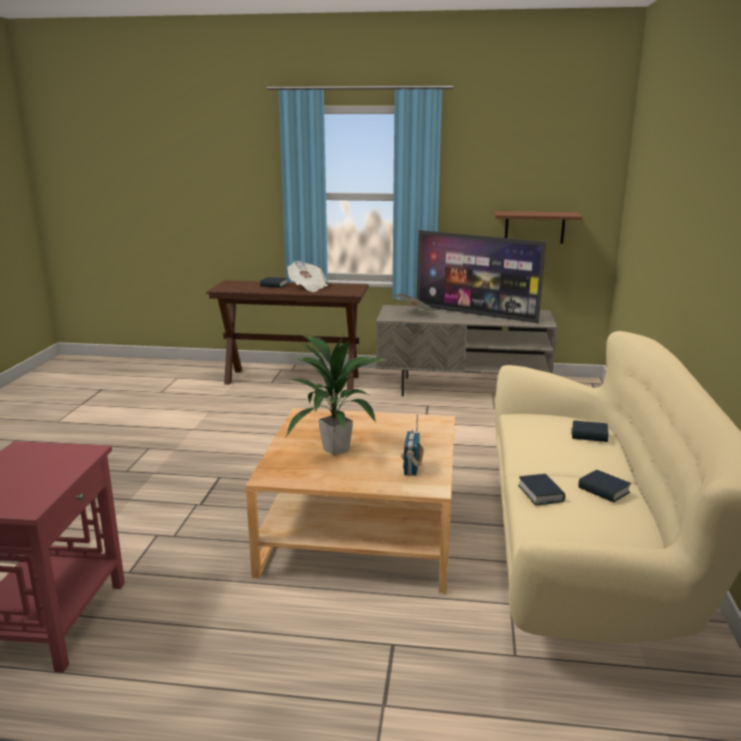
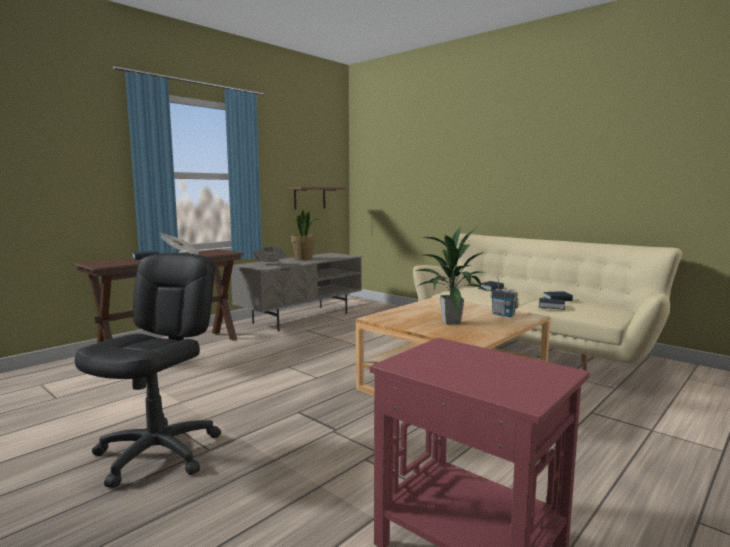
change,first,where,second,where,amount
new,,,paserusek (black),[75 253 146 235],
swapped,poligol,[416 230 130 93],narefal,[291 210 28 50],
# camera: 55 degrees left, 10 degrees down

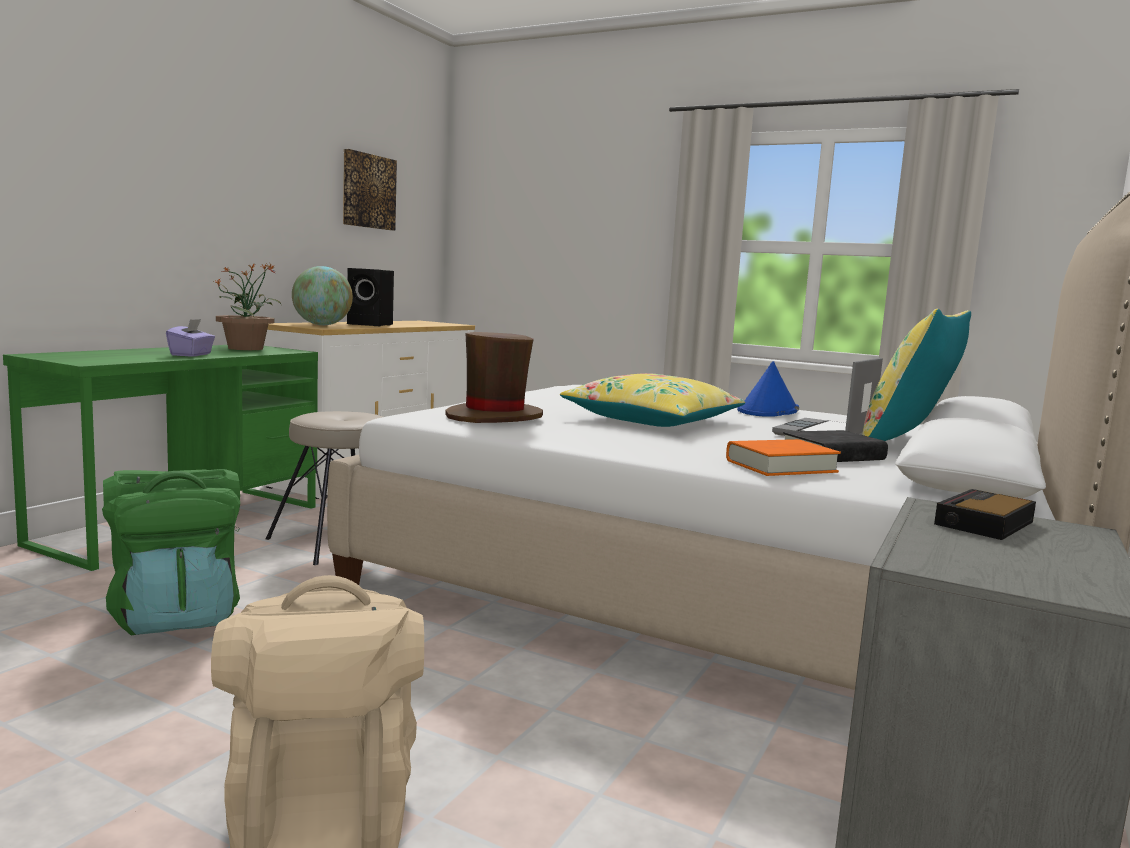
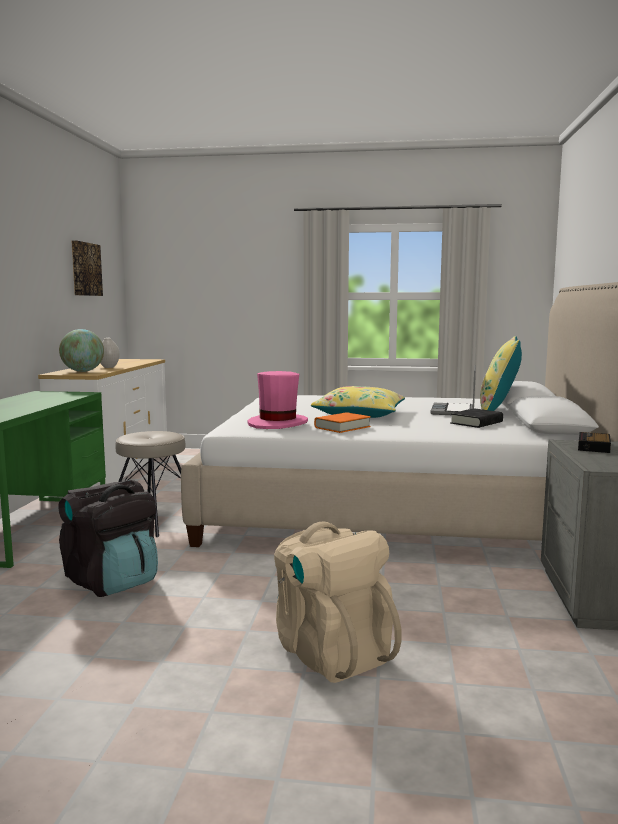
change,first,where,second,where,amount
gone,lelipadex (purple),[166 319 49 38],,,
gone,narefal,[214 262 67 88],,,
gone,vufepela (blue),[737 361 62 56],,,
shifted,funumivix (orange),[726 439 115 37],,[314 412 57 21],
swapped,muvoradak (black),[347 268 47 58],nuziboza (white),[101 338 19 30],
repainted,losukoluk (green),[102 469 138 166],losukoluk (black),[58 480 100 117],
repainted,vufepela (brown),[445 332 98 91],vufepela (pink),[247 371 61 58],
# camera: 20 degrees left, 0 degrees up

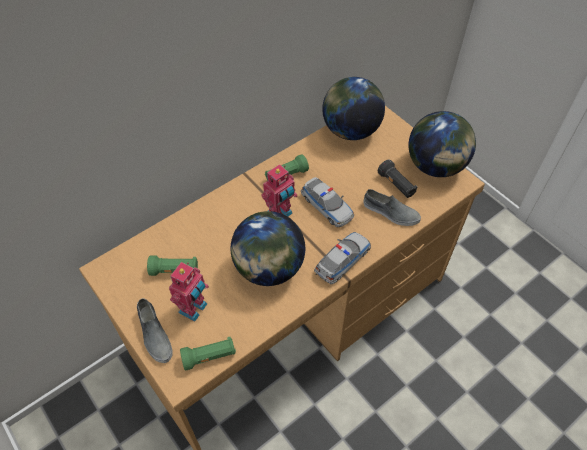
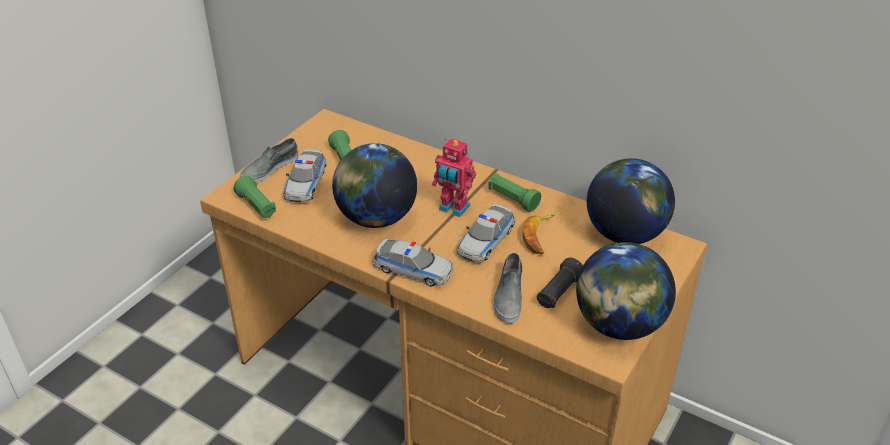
change,first,where,second,where,amount
new,,,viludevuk,[522 214 33 41],
swapped,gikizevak,[169 262 40 59],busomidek,[283 150 44 52],
# camera: 70 degrees right, 15 degrees down

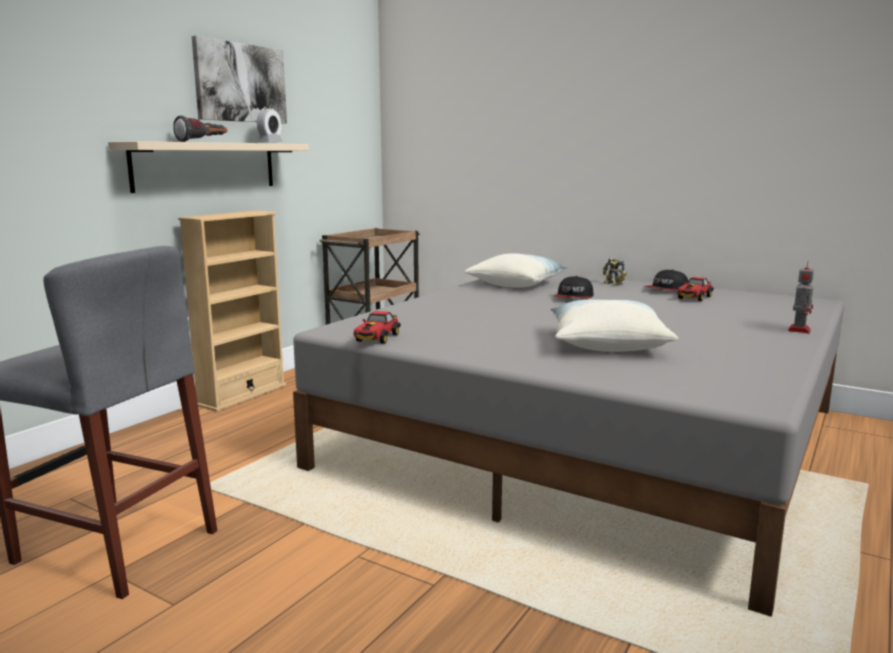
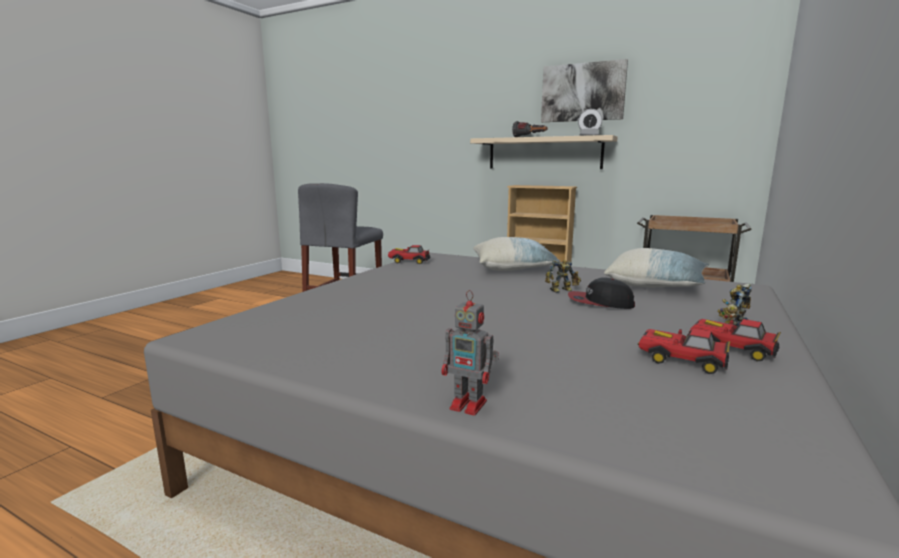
change,first,where,second,where,amount
new,,,gikizevak,[545 260 36 33],
shifted,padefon,[550 299 128 53],,[473 237 87 34],
swapped,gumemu,[644 269 44 22],busomidek,[689 319 92 42],
# camera: 85 degrees right, 0 degrees up

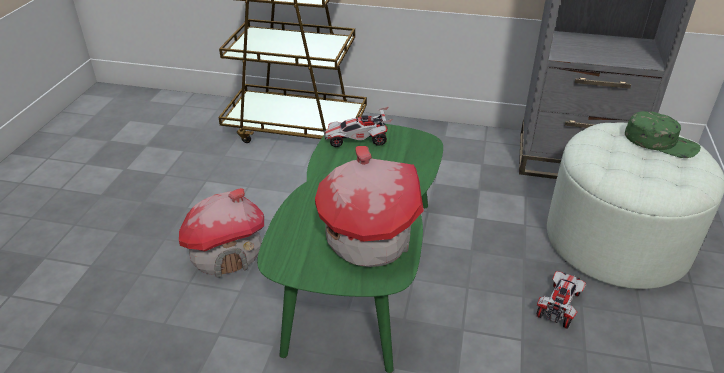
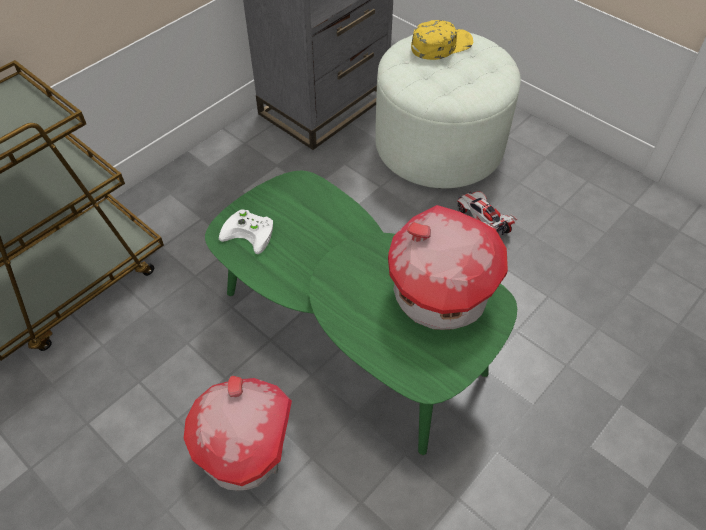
change,first,where,second,where,amount
swapped,busomidek,[324 107 68 40],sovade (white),[219 209 54 45],
repainted,gumemu (green),[625 111 76 47],gumemu (yellow),[411 20 62 40],
# camera: 60 degrees left, 15 degrees up

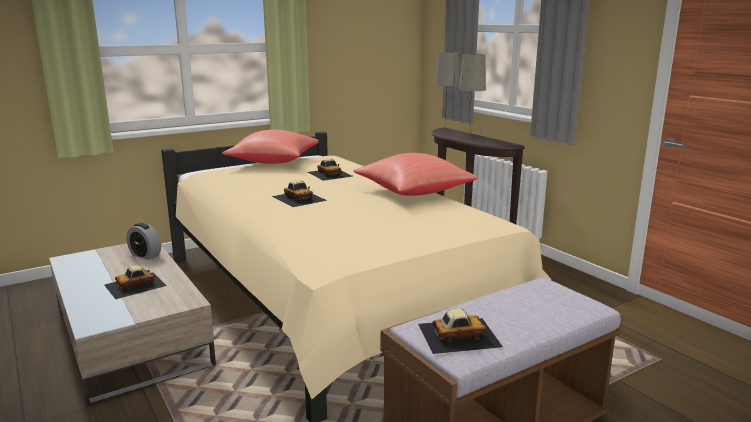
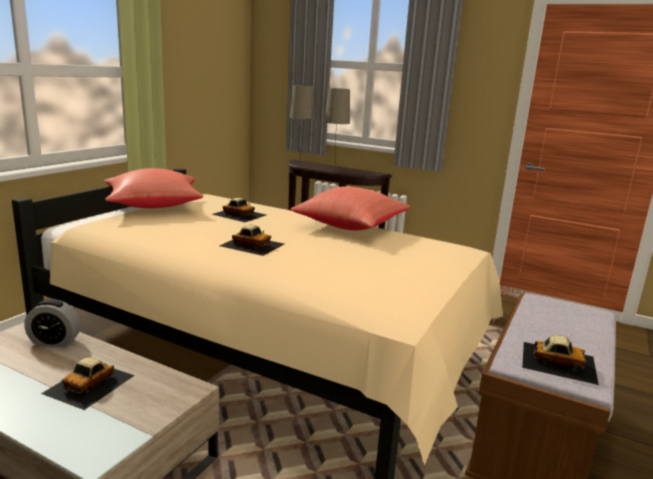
change,first,where,second,where,amount
rotated,busomidek,[418 308 85 46],,[522 335 77 50],60 degrees clockwise
# camera: 30 degrees left, 0 degrees up

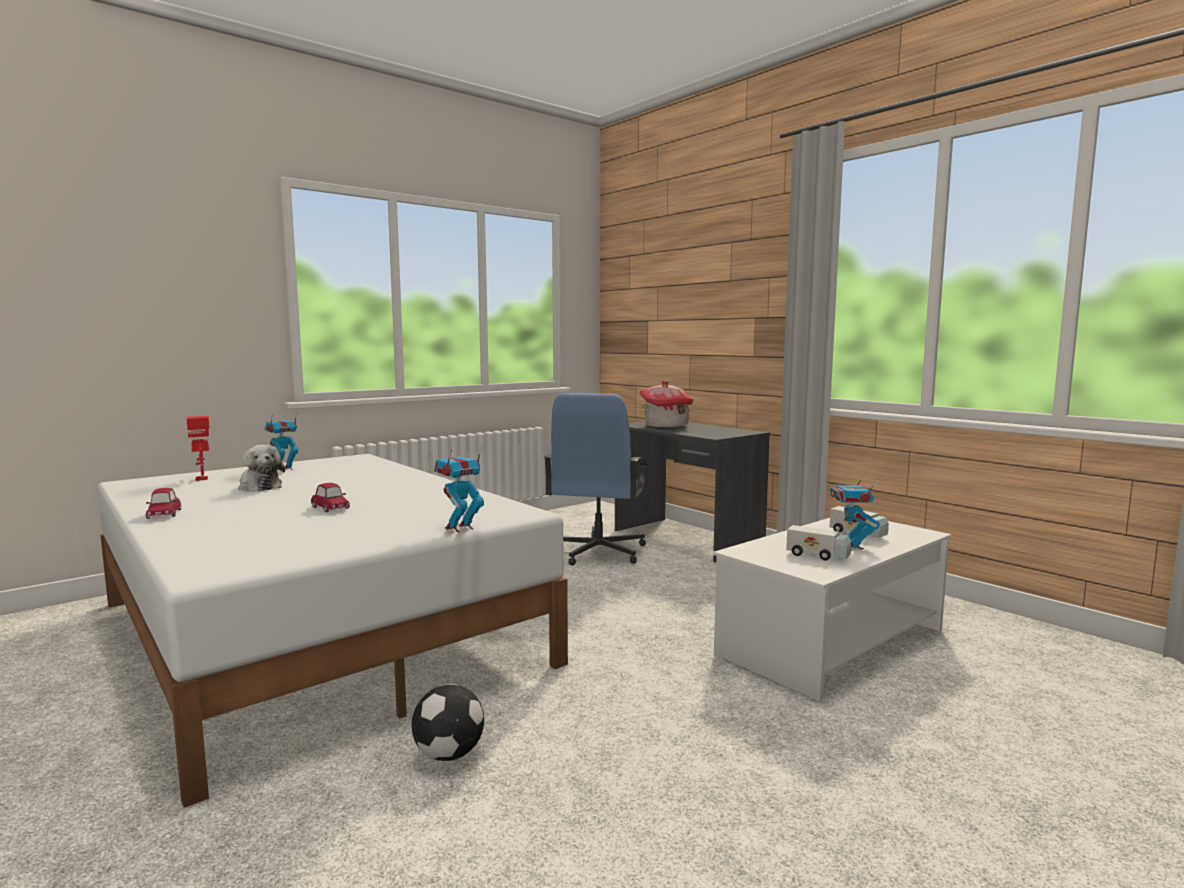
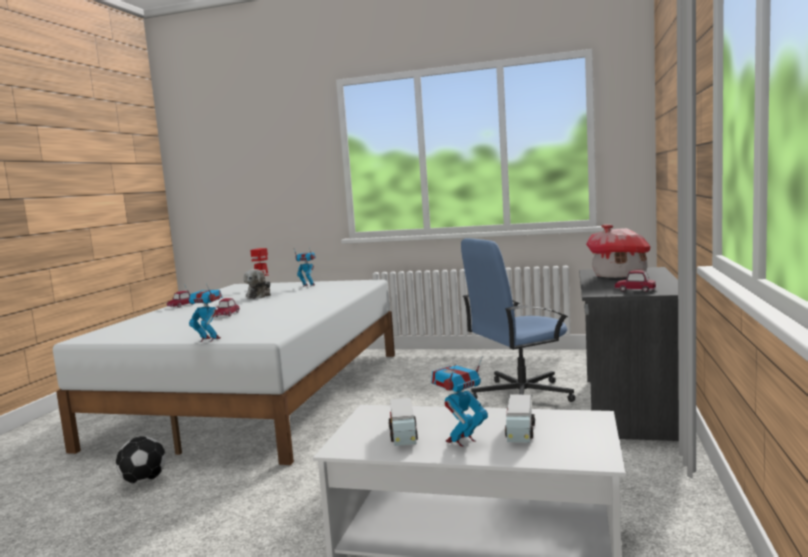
change,first,where,second,where,amount
new,,,busomidek,[614 270 43 22],
# camera: 55 degrees right, 0 degrees up

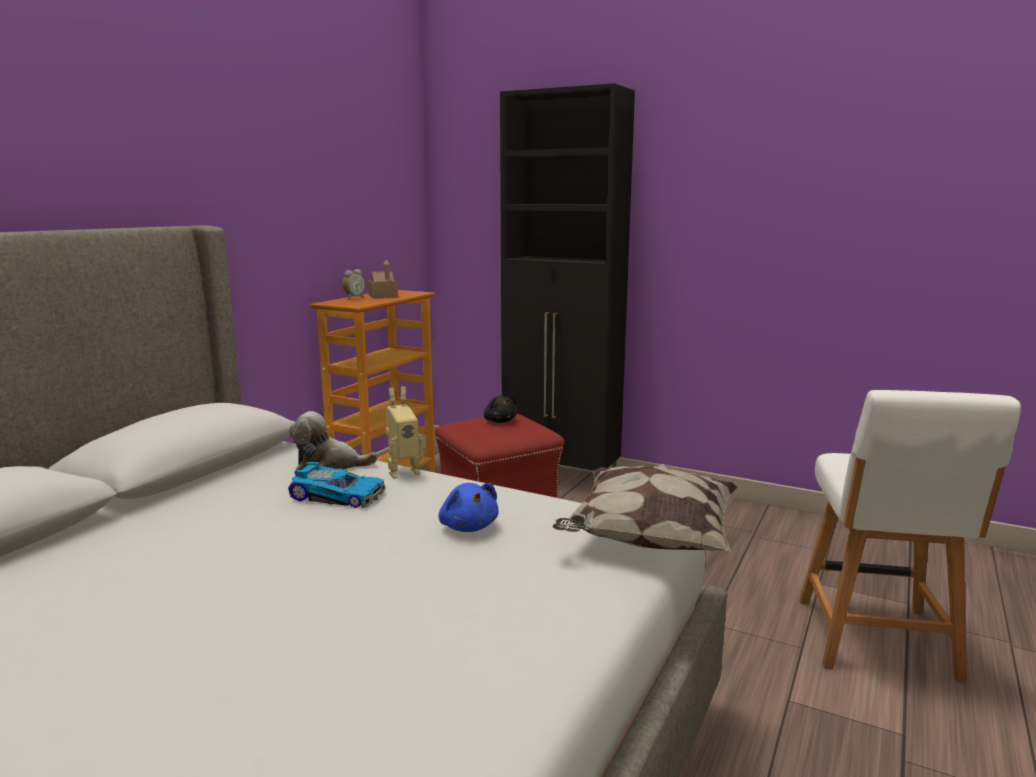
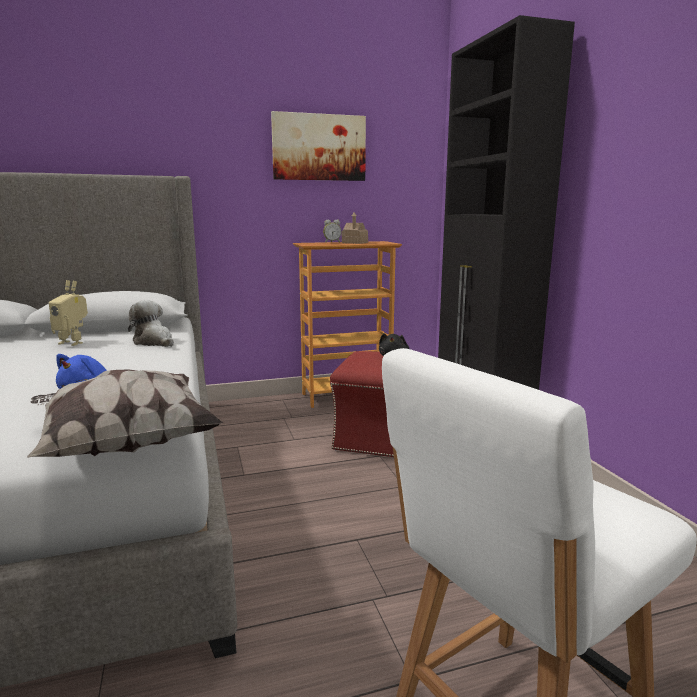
change,first,where,second,where,amount
gone,busomidek,[288 462 97 46],,,
new,,,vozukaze,[271 111 95 70],
shifted,gikizevak,[385 386 38 93],,[49 280 39 66],
# camera: 45 degrees right, 0 degrees up

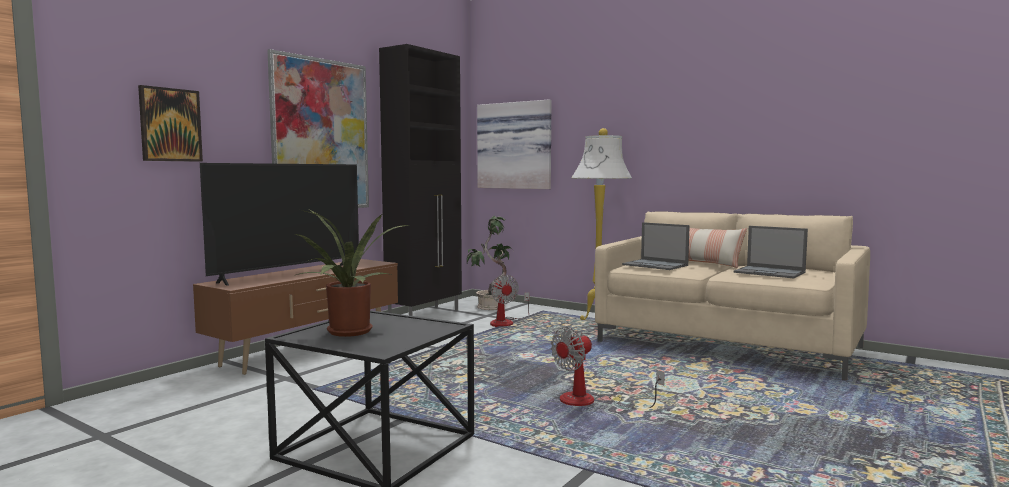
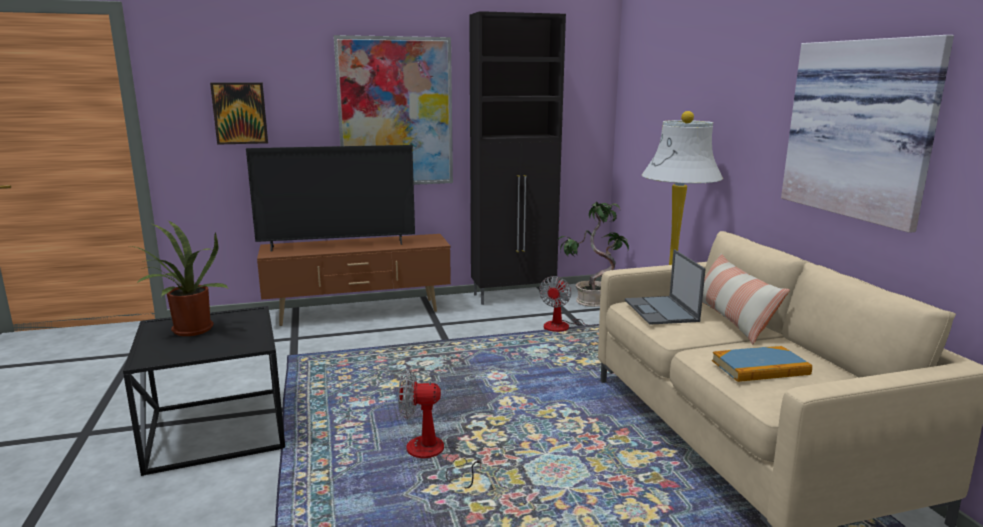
change,first,where,second,where,amount
shifted,vozukaze,[477 100 74 89],,[781 35 173 198],
swapped,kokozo,[734 226 74 52],funumivix,[712 346 100 36],
# camera: 40 degrees right, 10 degrees up

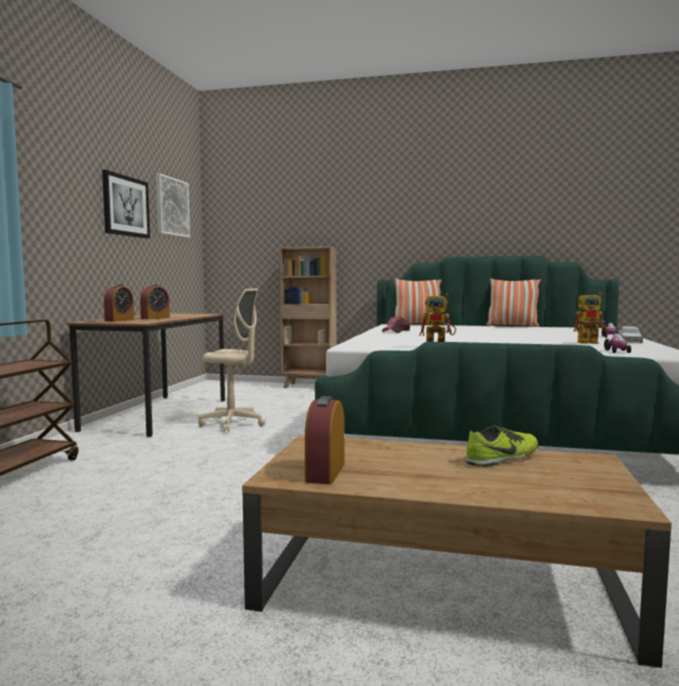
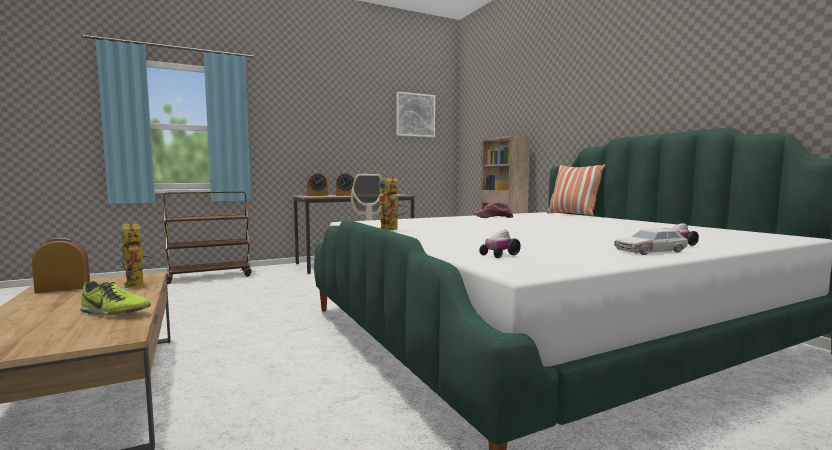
change,first,where,second,where,amount
gone,vozukaze,[102 170 48 69],,,
gone,padefon,[486 278 55 49],,,
shifted,gikizevak,[573 292 34 52],,[118 222 37 66],
# camera: 50 degrees right, 0 degrees up

